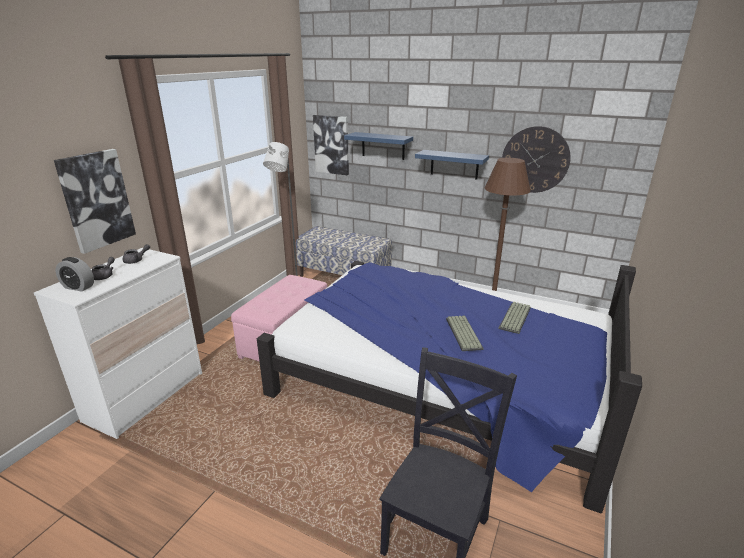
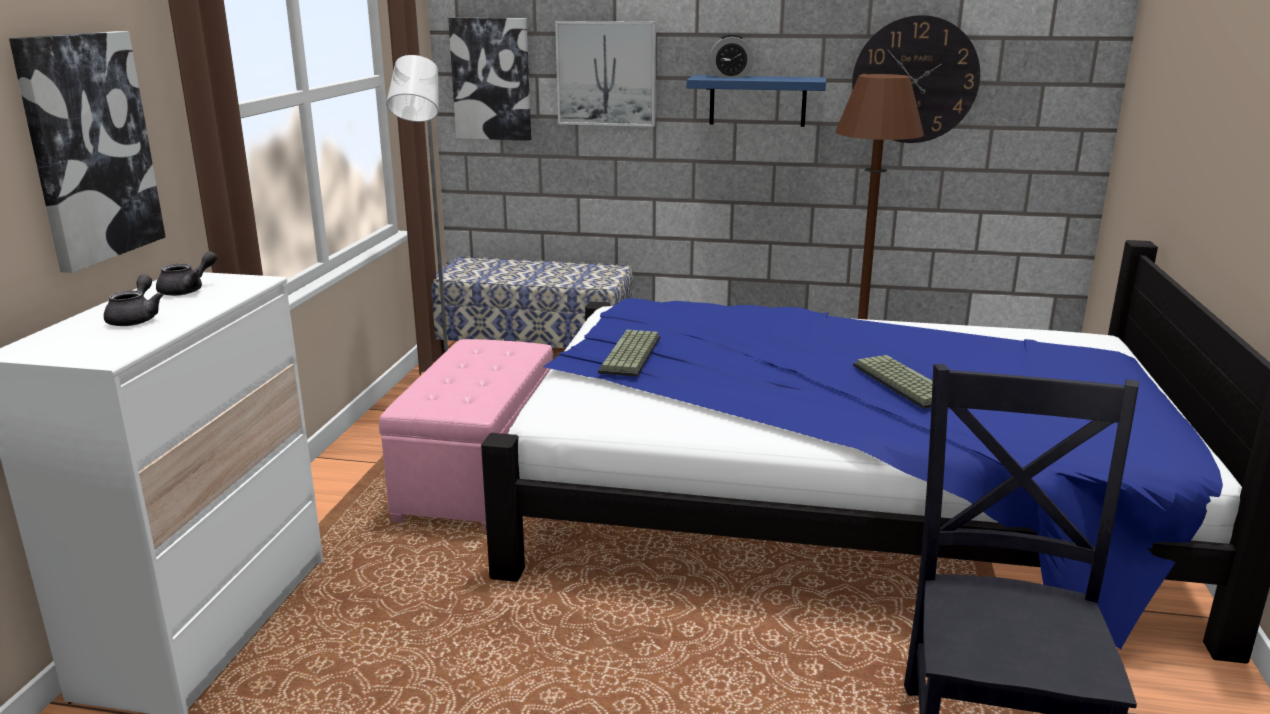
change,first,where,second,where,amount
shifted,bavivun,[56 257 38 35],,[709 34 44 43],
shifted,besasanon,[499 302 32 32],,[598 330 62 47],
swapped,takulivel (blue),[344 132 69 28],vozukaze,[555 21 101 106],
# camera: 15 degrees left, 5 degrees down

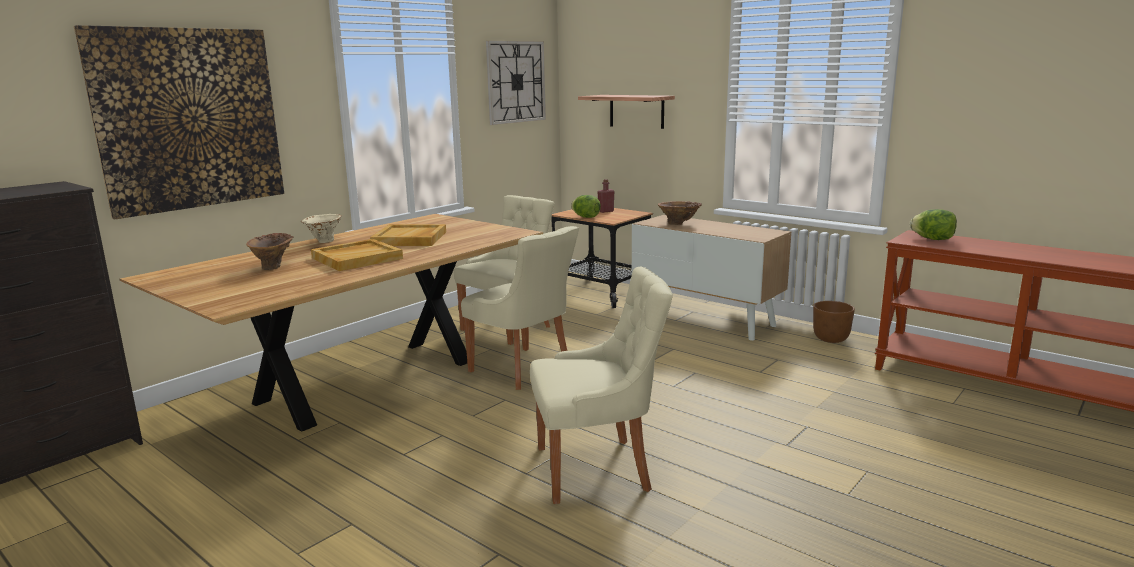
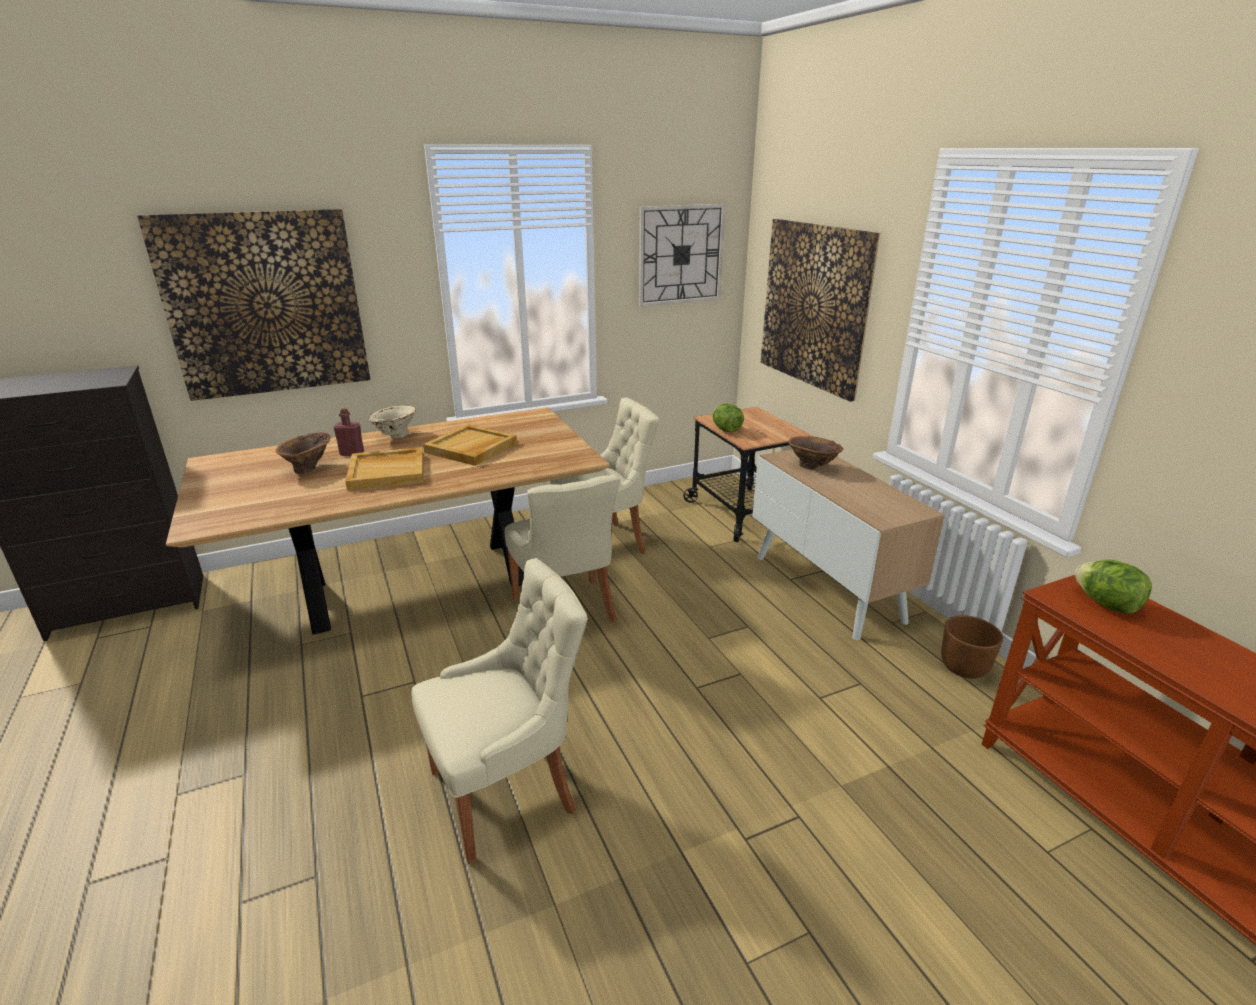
change,first,where,second,where,amount
shifted,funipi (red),[597 179 17 34],,[334 408 30 48],
swapped,takulivel,[578 95 97 34],vozukaze,[761 219 119 183],
rotated,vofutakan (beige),[530 267 143 237],,[411 558 176 306],45 degrees counterclockwise
# camera: 25 degrees right, 10 degrees up

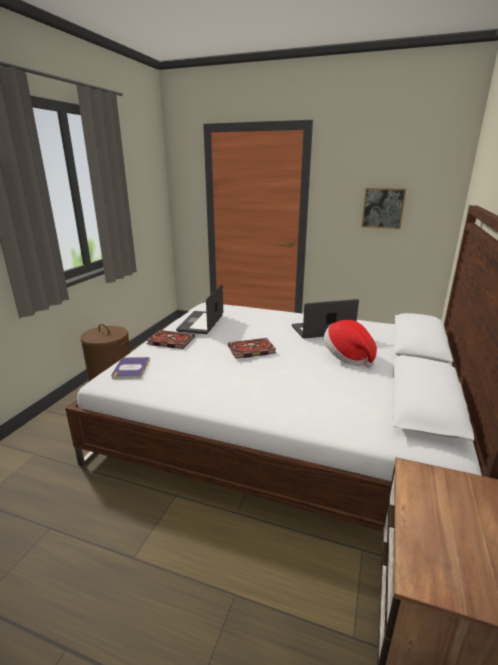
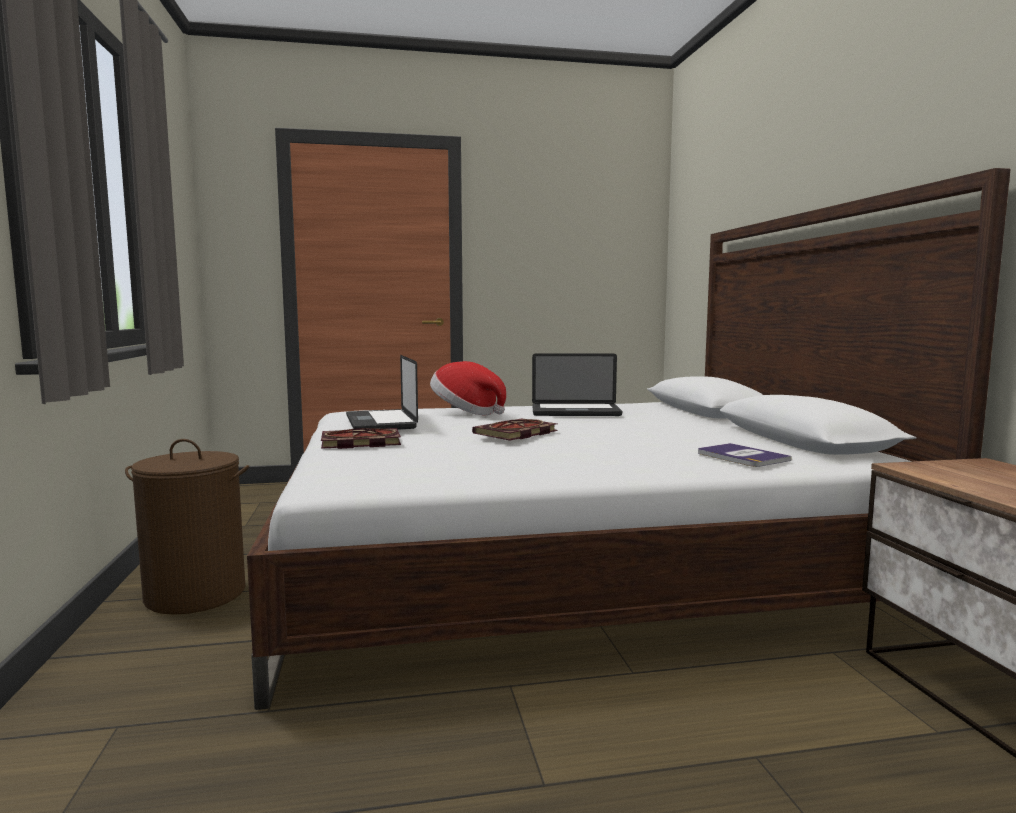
change,first,where,second,where,amount
gone,vozukaze,[362 188 44 41],,,
shifted,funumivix,[111 357 39 22],,[698 443 94 24],
shifted,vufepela,[324 320 53 48],,[430 361 76 54],
rotated,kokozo,[292 299 67 40],,[532 353 90 63],135 degrees counterclockwise
# camera: 30 degrees left, 15 degrees down

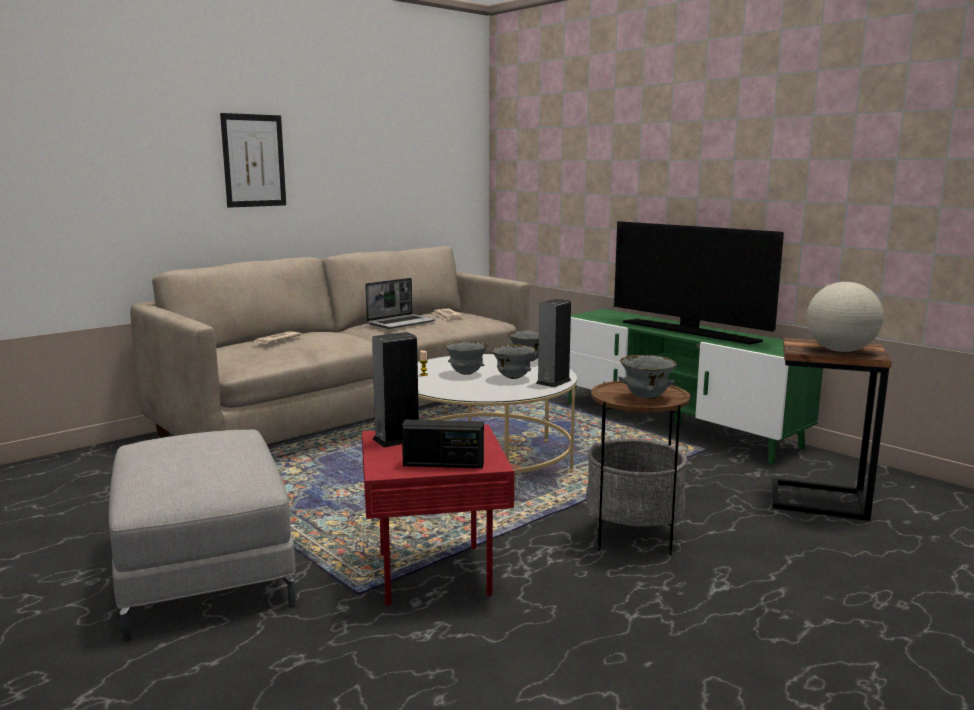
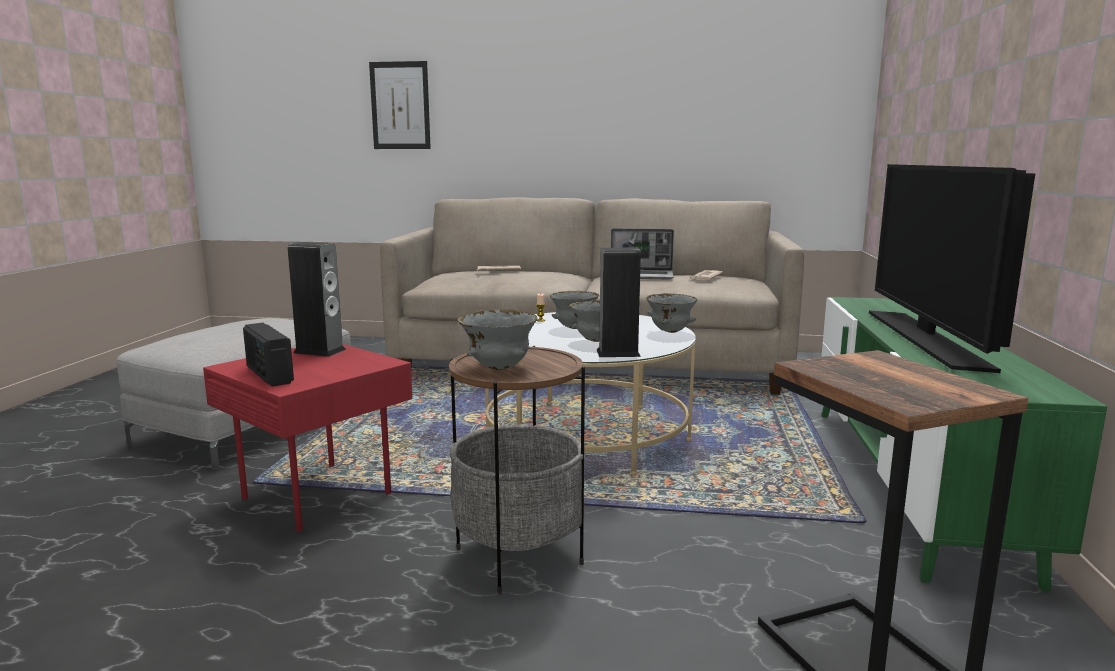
change,first,where,second,where,amount
gone,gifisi,[807 282 77 70],,,
shifted,vozukaze,[220 113 66 95],,[369 61 62 88],
# camera: 50 degrees right, 0 degrees up

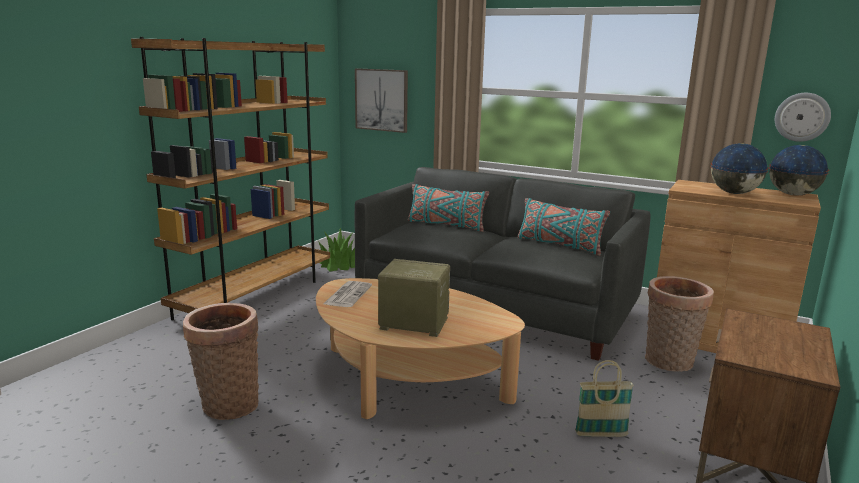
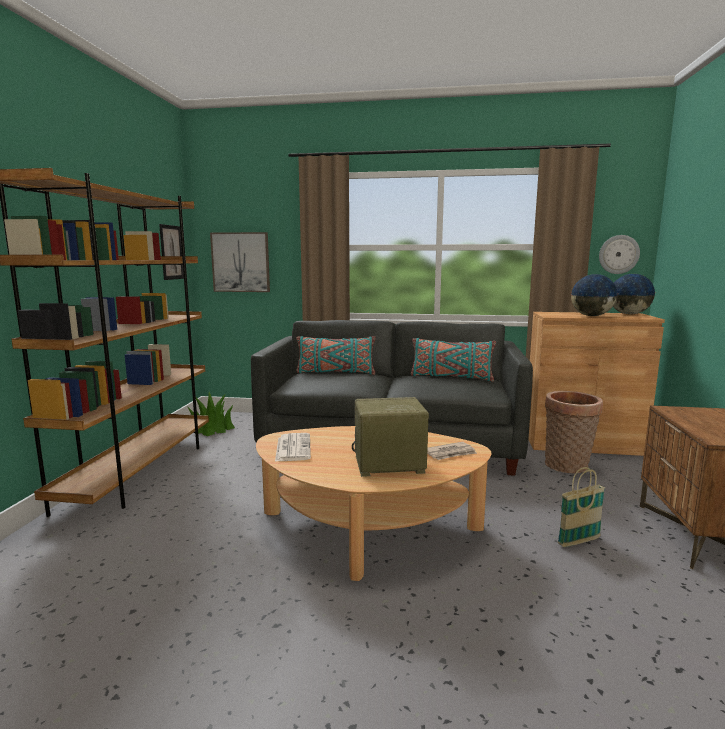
change,first,where,second,where,amount
gone,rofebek,[183 303 76 117],,,
new,,,vozukaze,[159 224 25 56],
new,,,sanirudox,[427 442 50 18],
# camera: 20 degrees left, 5 degrees down

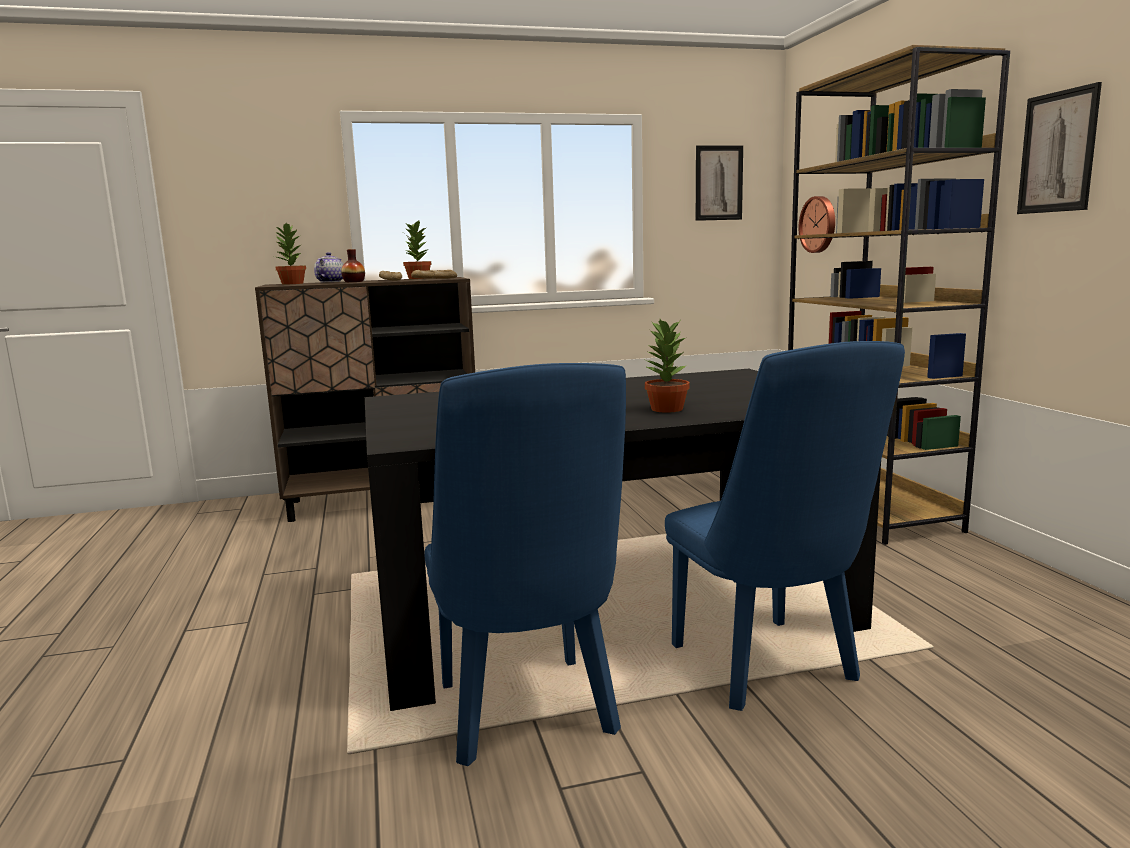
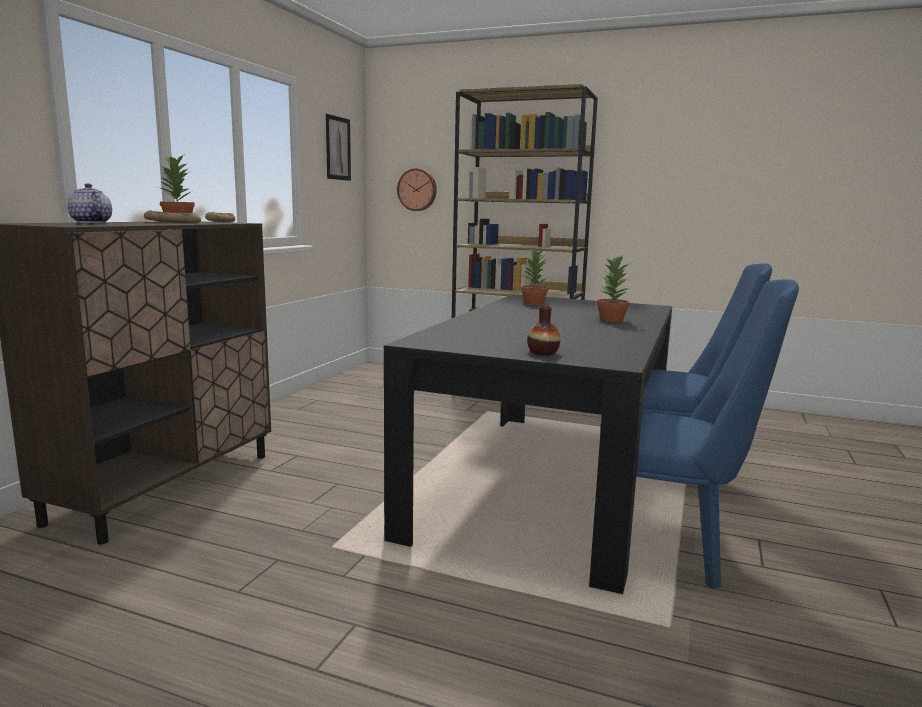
change,first,where,second,where,amount
gone,vozukaze,[1017 82 85 132],,,
shifted,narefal,[275 223 31 62],,[521 249 27 56],
shifted,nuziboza,[341 249 24 33],,[527 306 34 49],
# camera: 55 degrees left, 0 degrees up

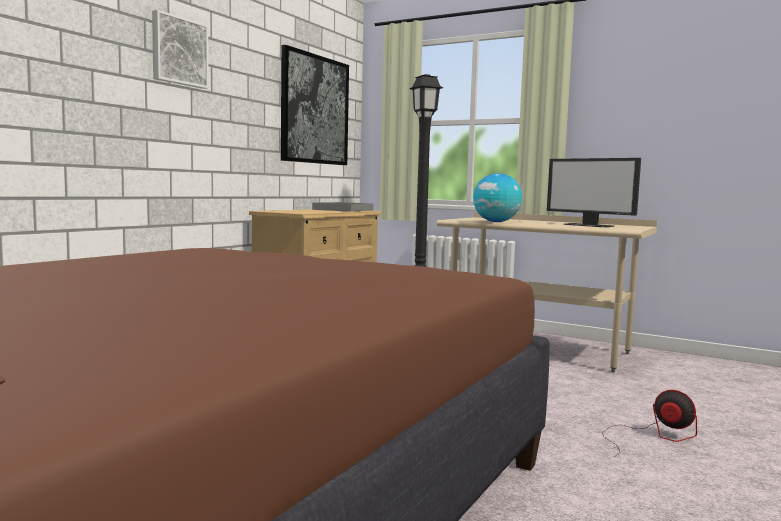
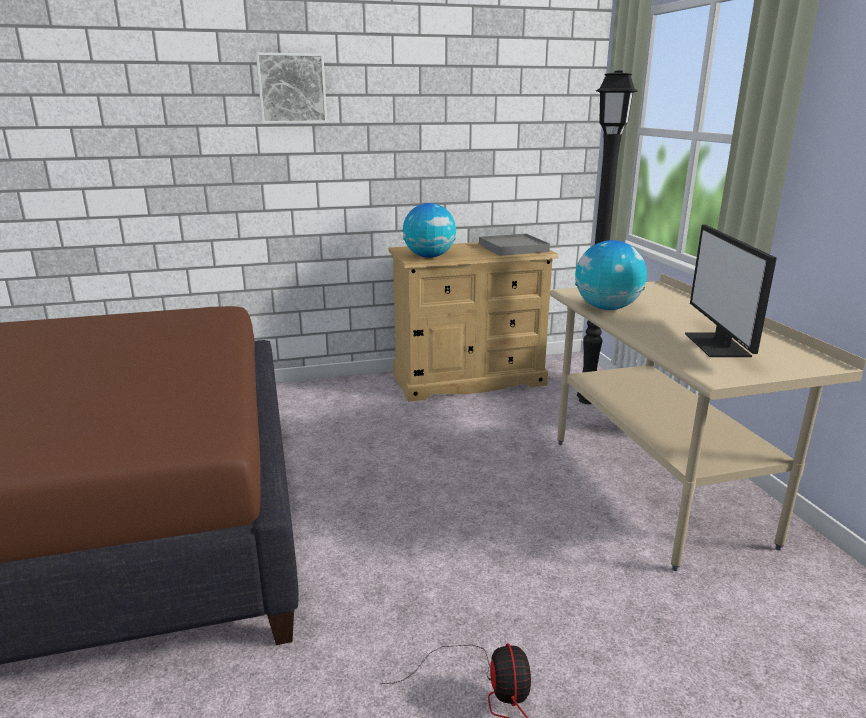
change,first,where,second,where,amount
gone,vozukaze,[281 45 68 120],,,
new,,,gifisi,[403 203 53 55],
# camera: 45 degrees right, 15 degrees up

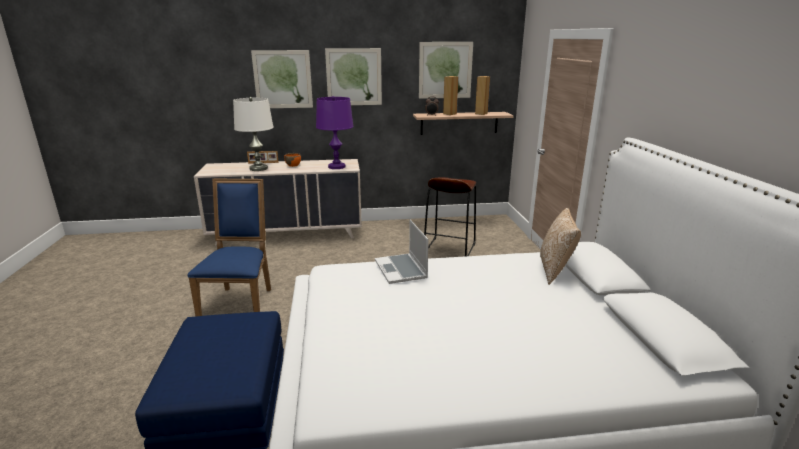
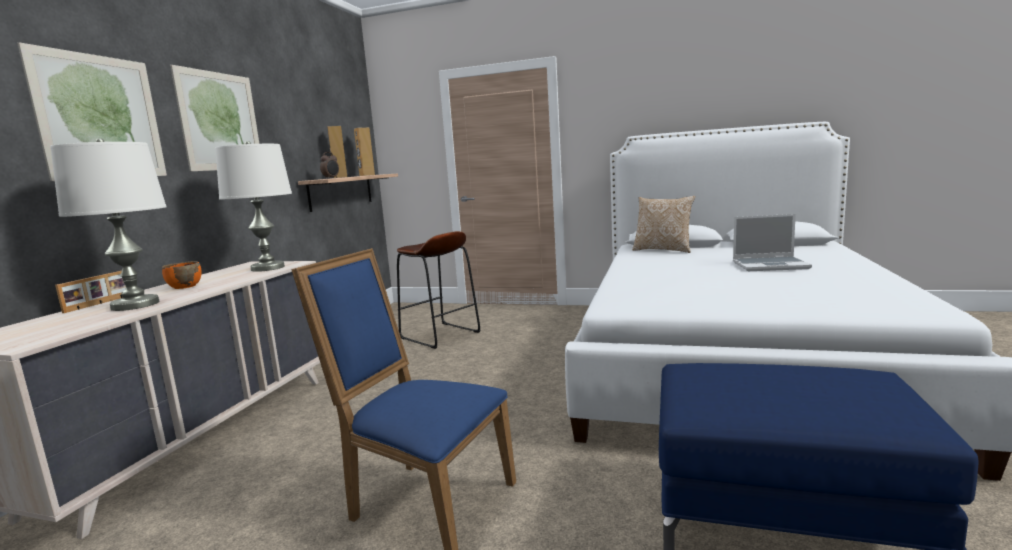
change,first,where,second,where,amount
gone,vozukaze,[419 42 54 57],,,
shifted,kokozo,[375 220 53 64],,[733 214 79 57],
repainted,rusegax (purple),[316 96 38 73],rusegax (white),[215 141 77 131],
# camera: 65 degrees left, 10 degrees down

